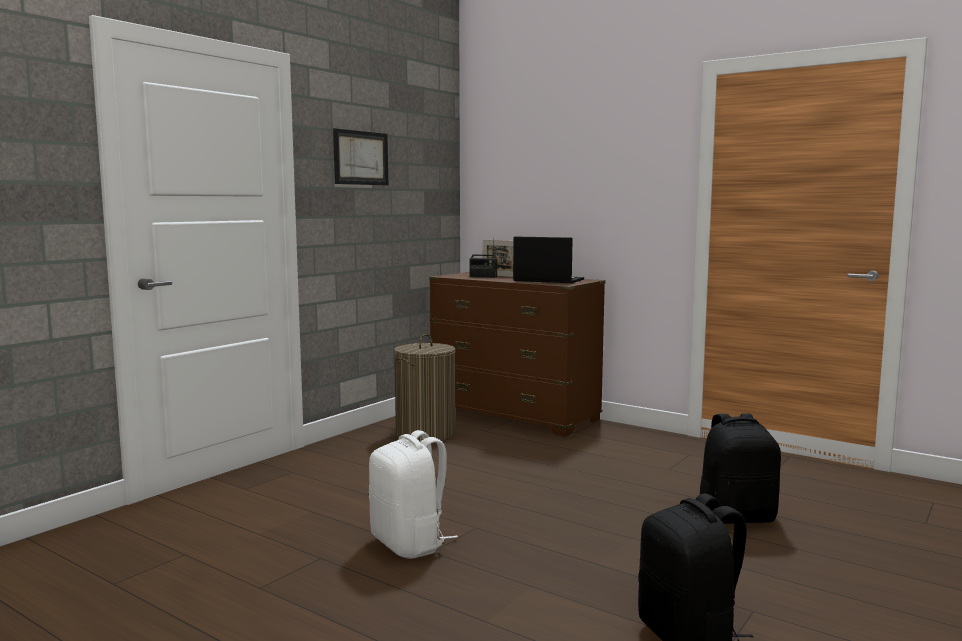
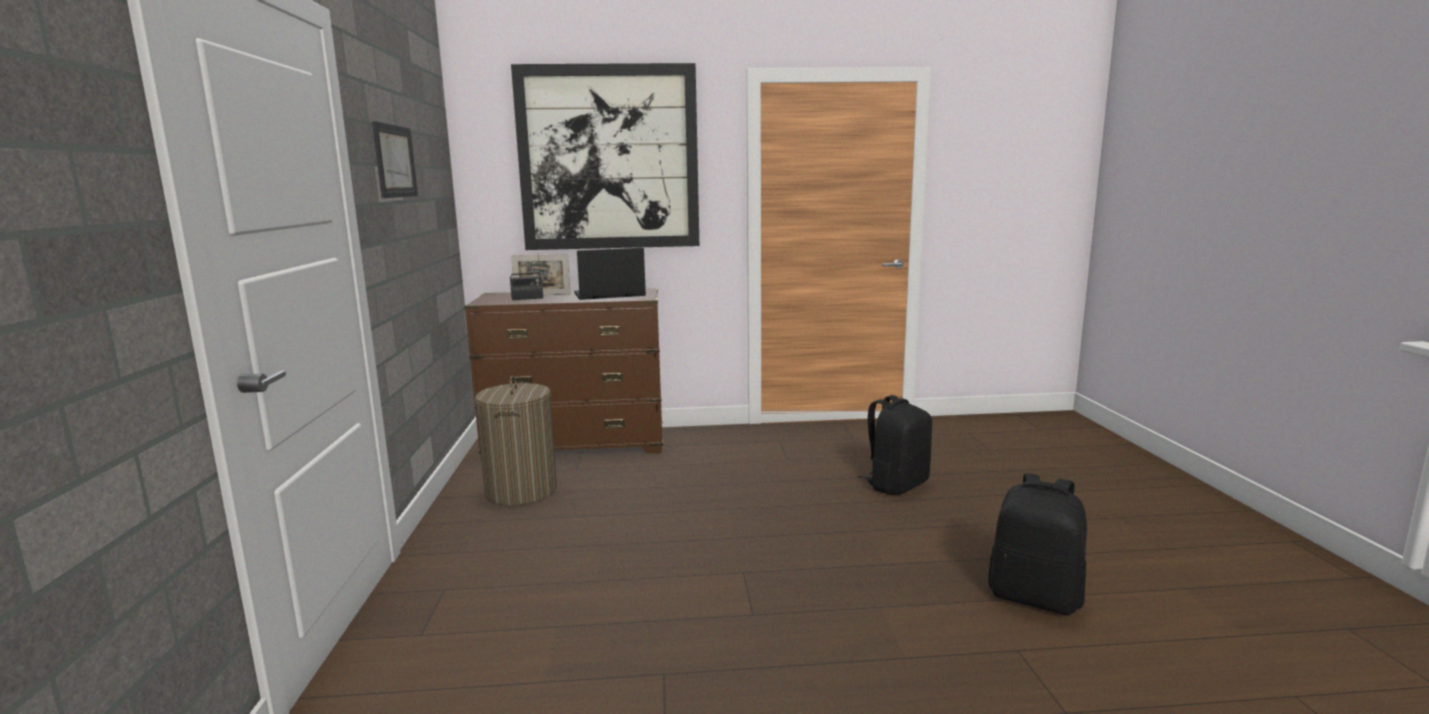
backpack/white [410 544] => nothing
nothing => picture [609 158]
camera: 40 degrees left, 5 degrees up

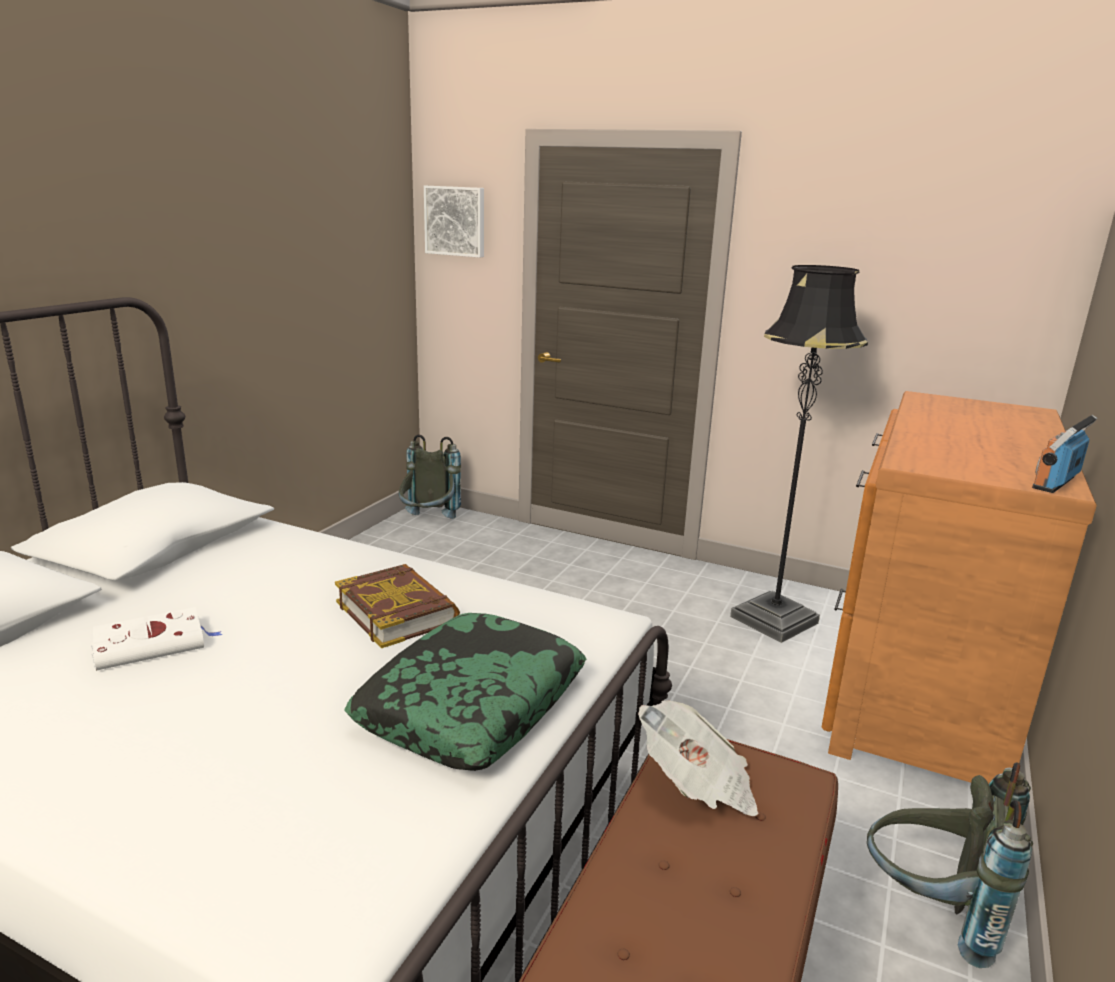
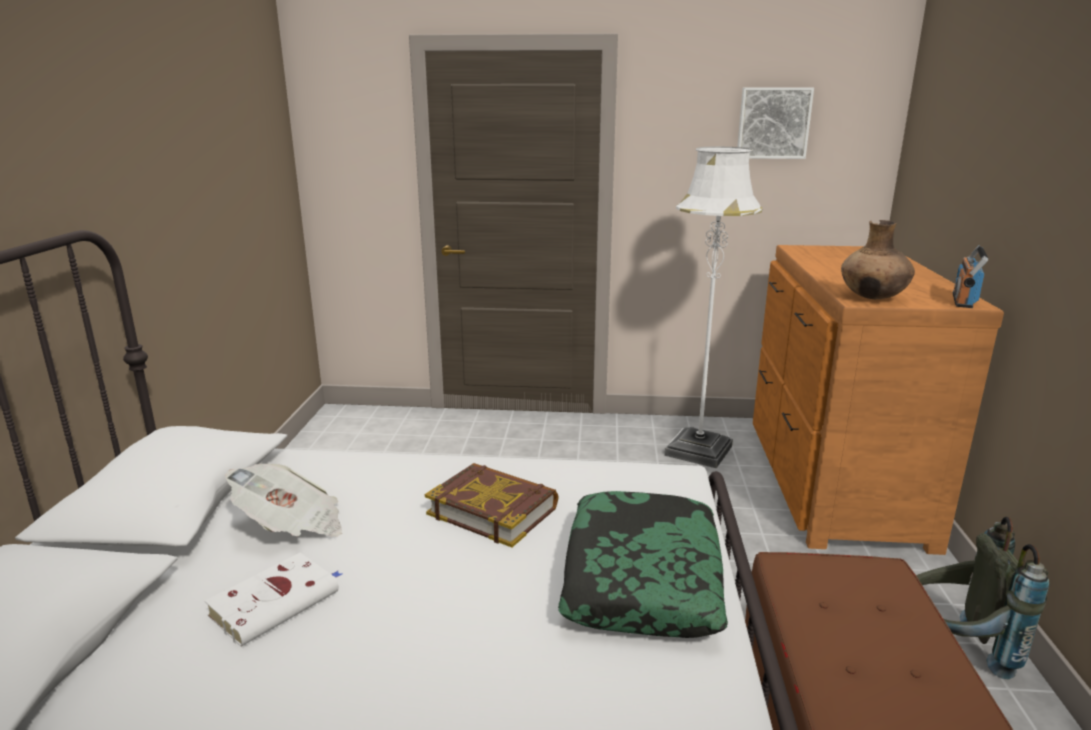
picture [455 221] => picture [773 123], move
floor lamp/black [774 620] => floor lamp/white [698 451]
backpack/grey [428 523] => nothing
newspaper [697 785] => newspaper [292 526], move
nothing => vase/brown [873 298]
camera: 20 degrees left, 0 degrees up

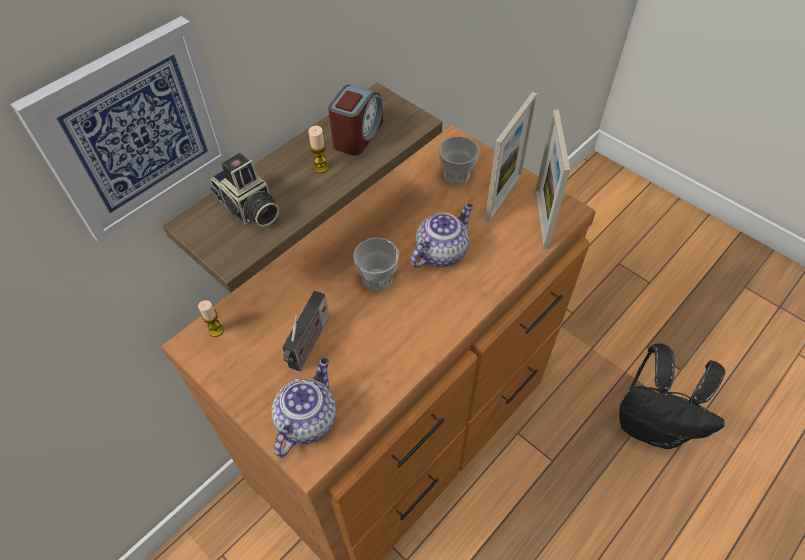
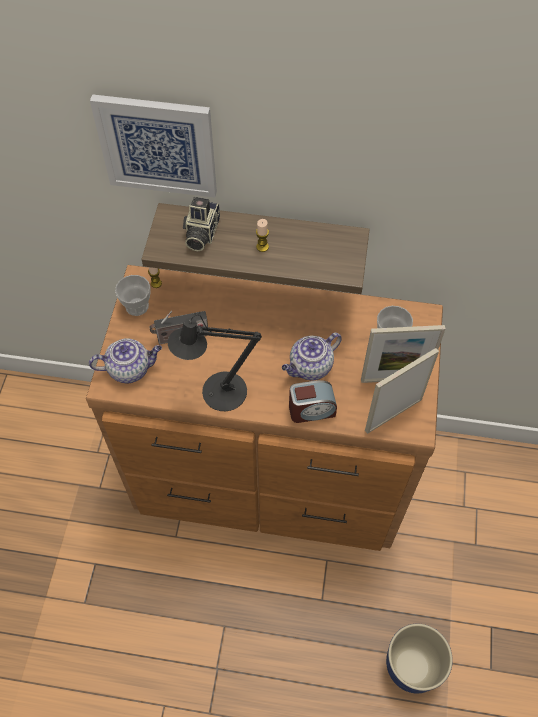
alarm clock [357 135] => alarm clock [311 410], move
teapot [441 251] => teapot [310 367], 135 degrees clockwise
cup [377 279] => cup [137 306], move
backpack/black [651 426] => planter [412 667]
nothing => table lamp/black [217 393]
camera: 55 degrees right, 5 degrees up

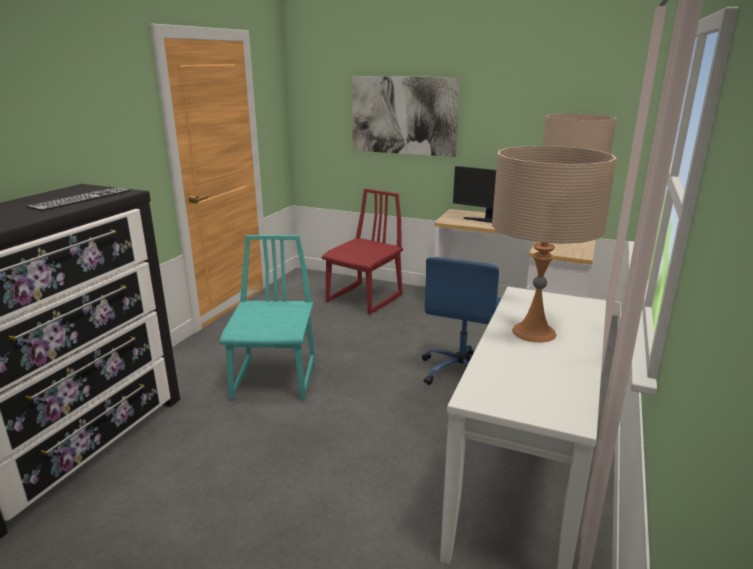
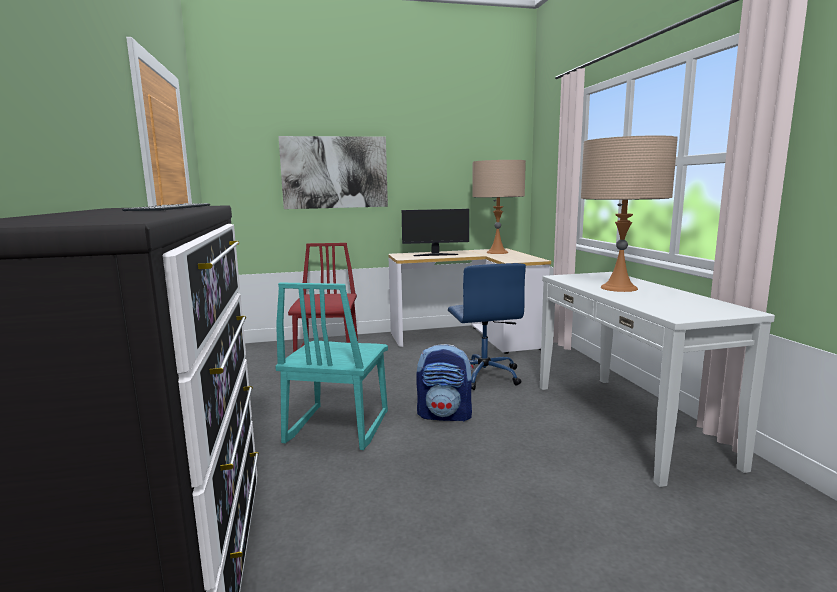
chair/turquoise [276 379] => chair/turquoise [336 427], 135 degrees counterclockwise
nothing => backpack [445 415]
camera: 35 degrees left, 10 degrees down

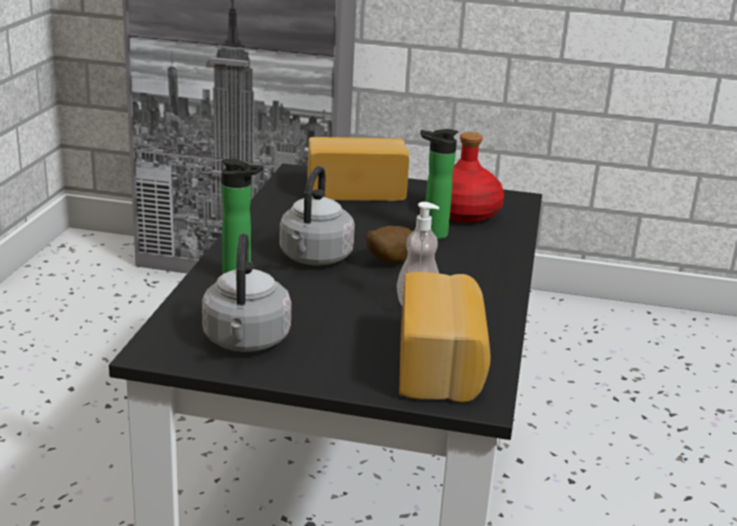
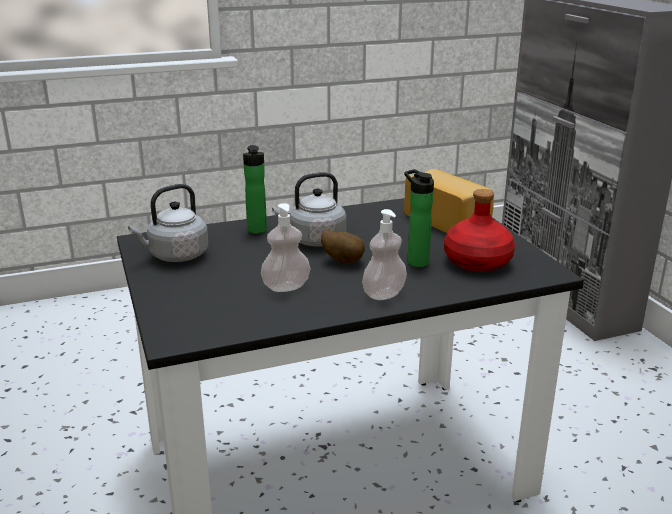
bread [441 365] => nothing
nothing => soap dispenser [384 294]
camera: 60 degrees right, 0 degrees up

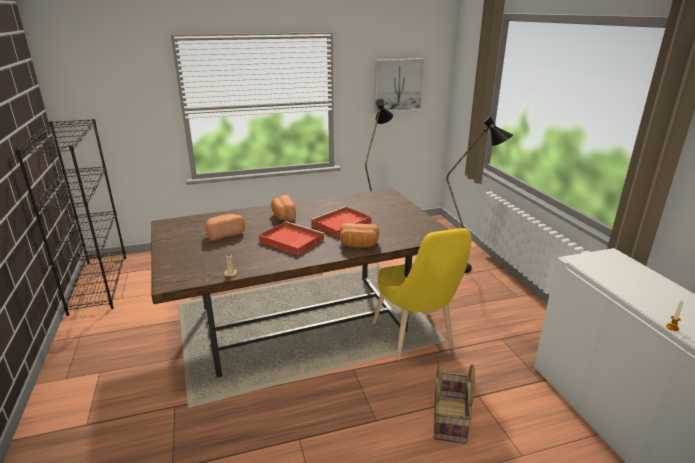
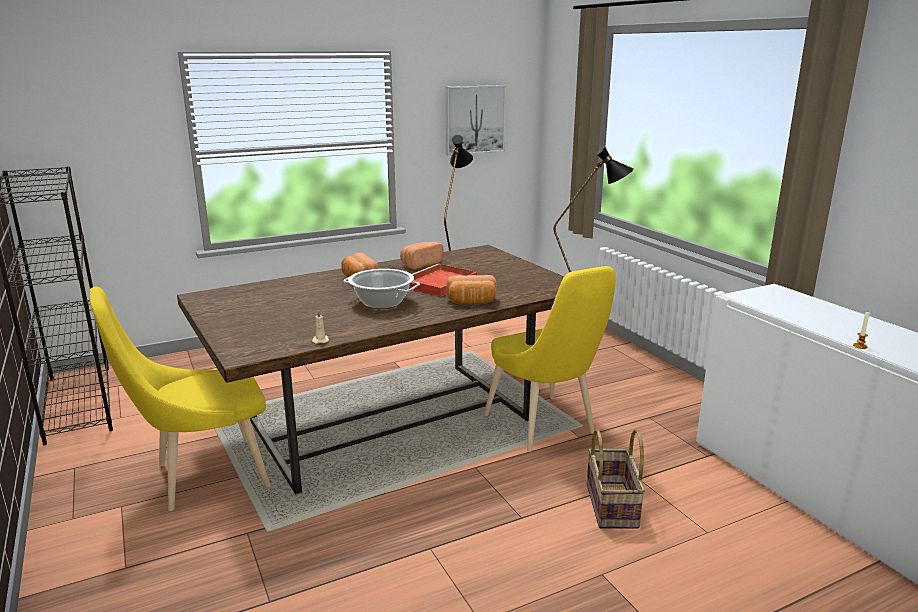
bread [224 234] => bread [420 264], move
tray/red [290 240] => cooking pot [381 303]
nothing => chair/yellow [203 477]
camera: 10 degrees left, 5 degrees down

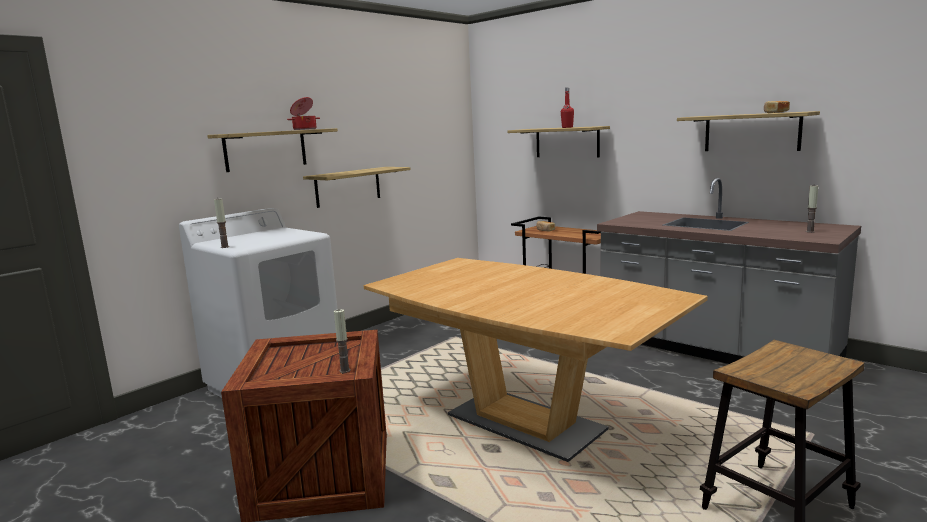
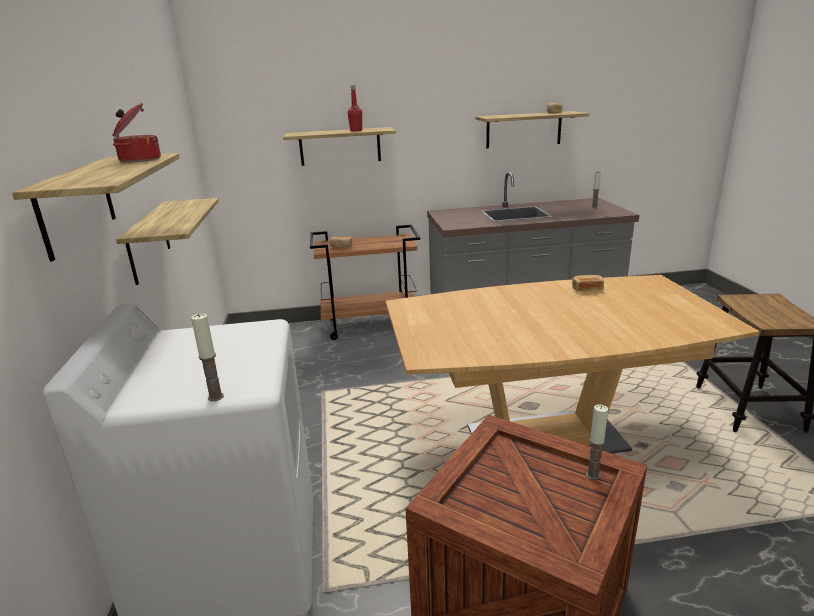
nothing => bread [587 289]
camera: 50 degrees left, 10 degrees up

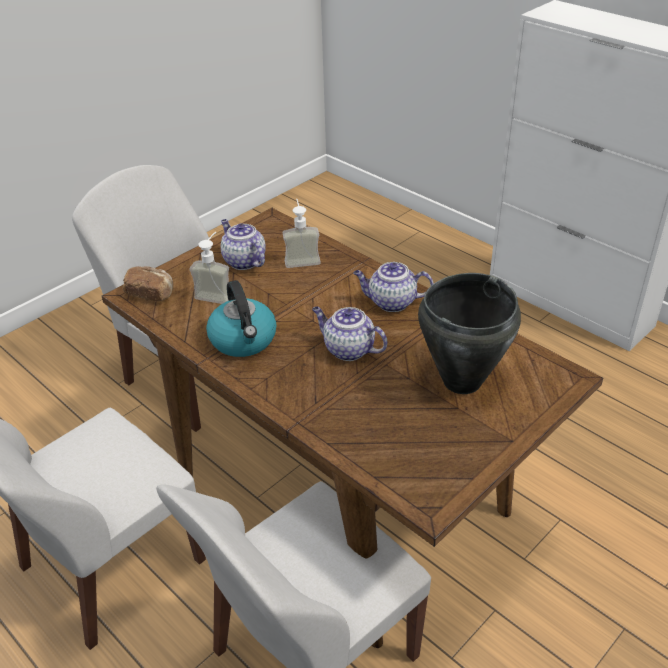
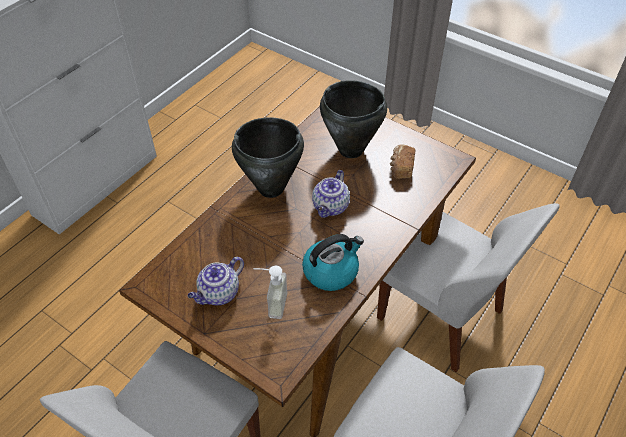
soap dispenser [301 259] => nothing
teapot [391 302] => cooking pot/black [271 188]
bread [150 293] => bread [401 168], move
camera: 100 degrees left, 10 degrees up

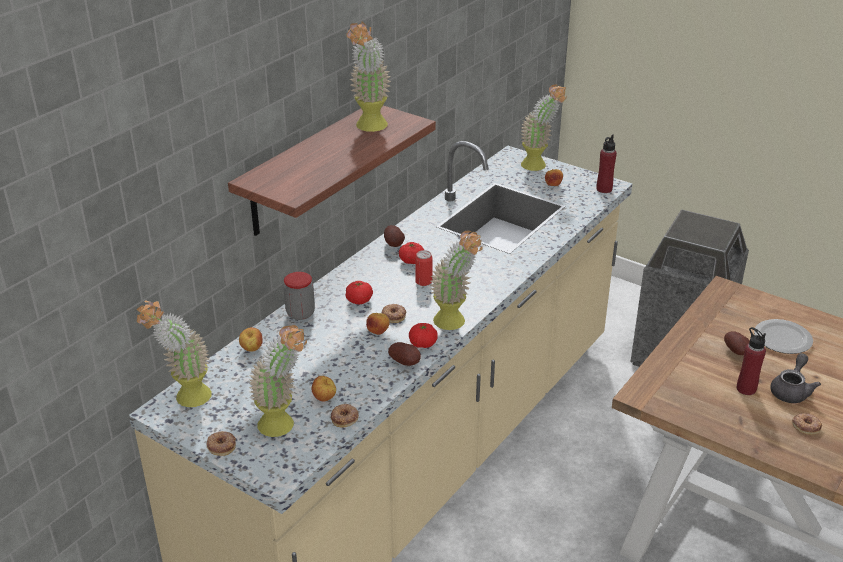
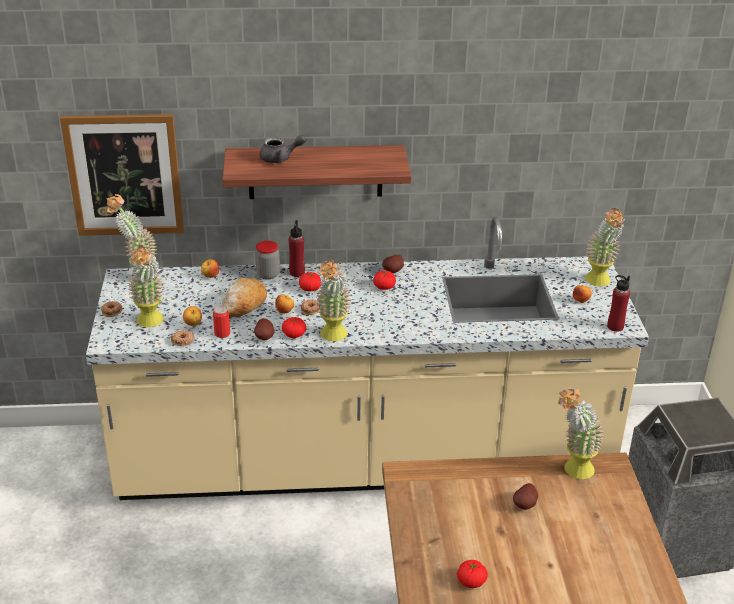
potted plant [369 128] => potted plant [572 471], move
can [423 281] => can [222 334], move
plate [783 339] => nothing
bottle/red [746 388] => bottle/red [297 272], move
teapot/grey [791 390] => teapot/grey [280 158], move
donut [806 426] => tomato [471 581]
nothing => picture [124 175]
nothing => bread [244 305]
camera: 50 degrees right, 0 degrees up

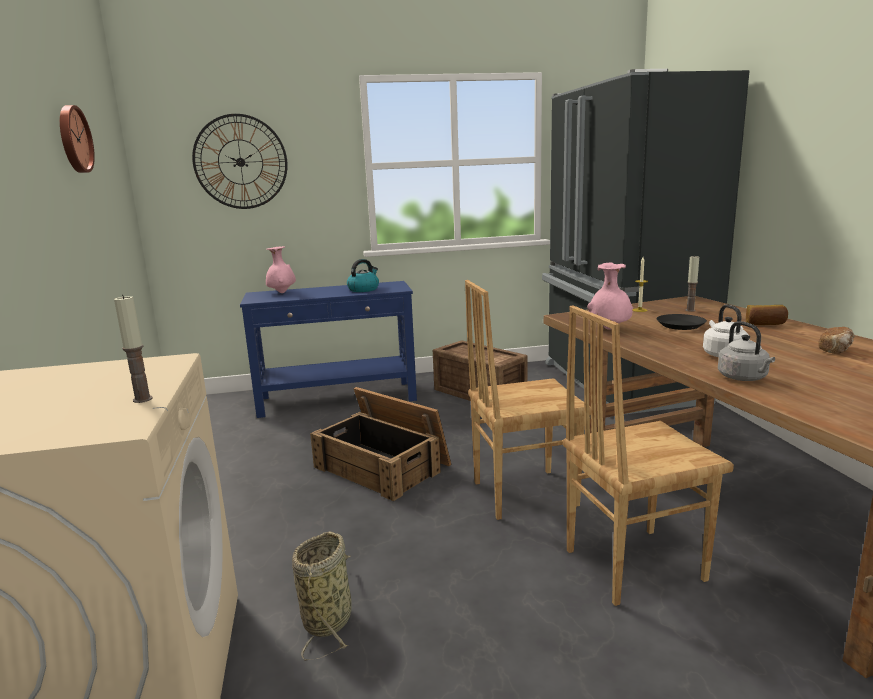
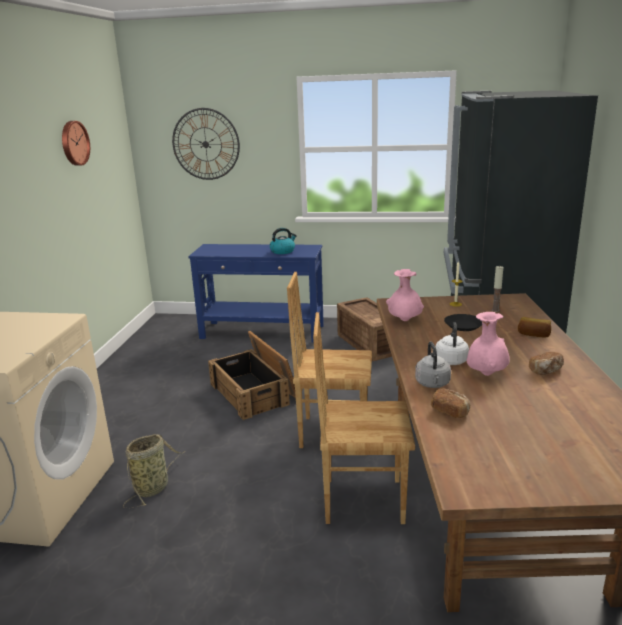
vase/pink [282 293] => vase/pink [486 374], move
candle [142 399] => nothing
nothing => bread [450 411]
camera: 20 degrees right, 5 degrees up

